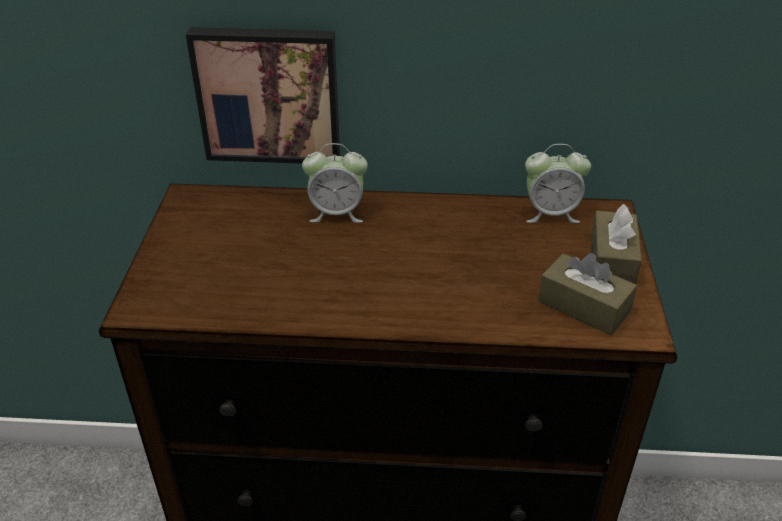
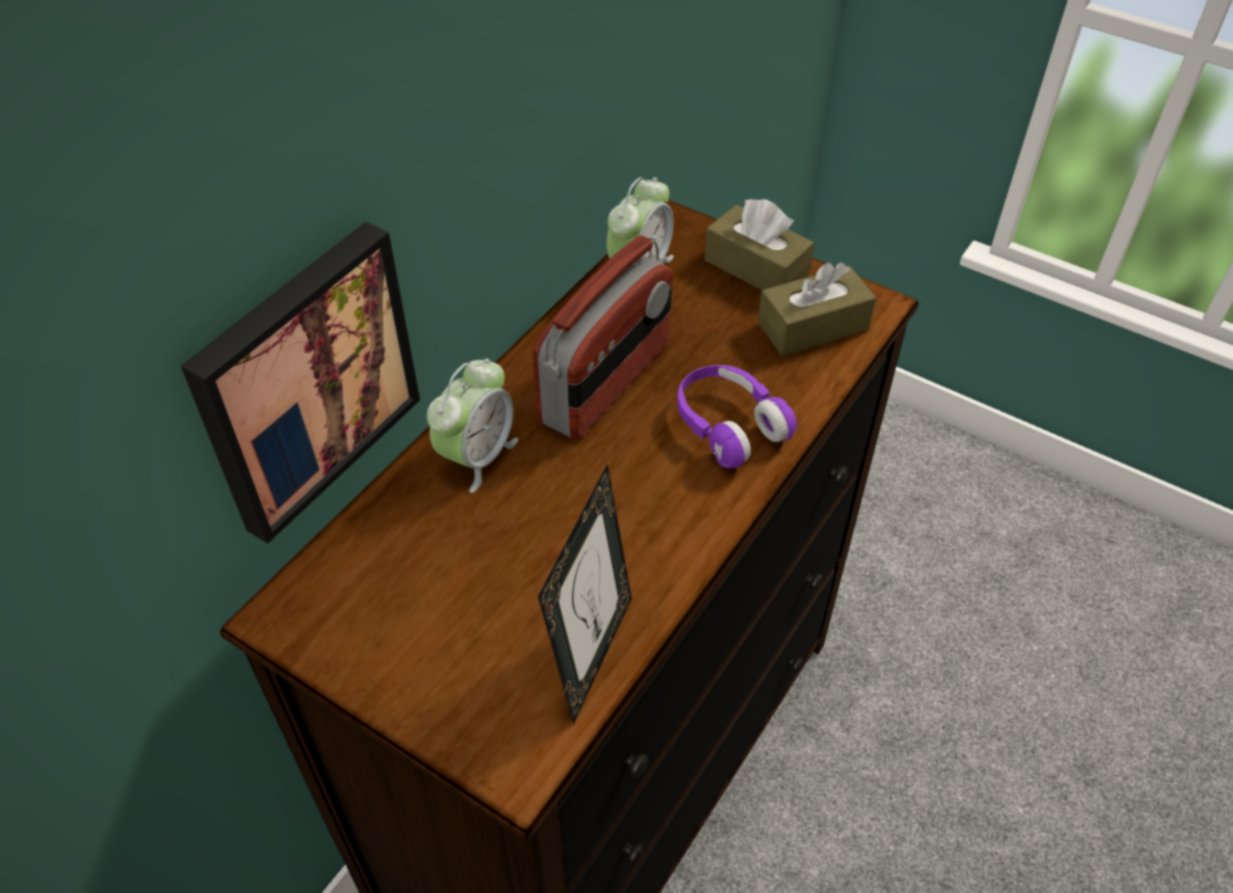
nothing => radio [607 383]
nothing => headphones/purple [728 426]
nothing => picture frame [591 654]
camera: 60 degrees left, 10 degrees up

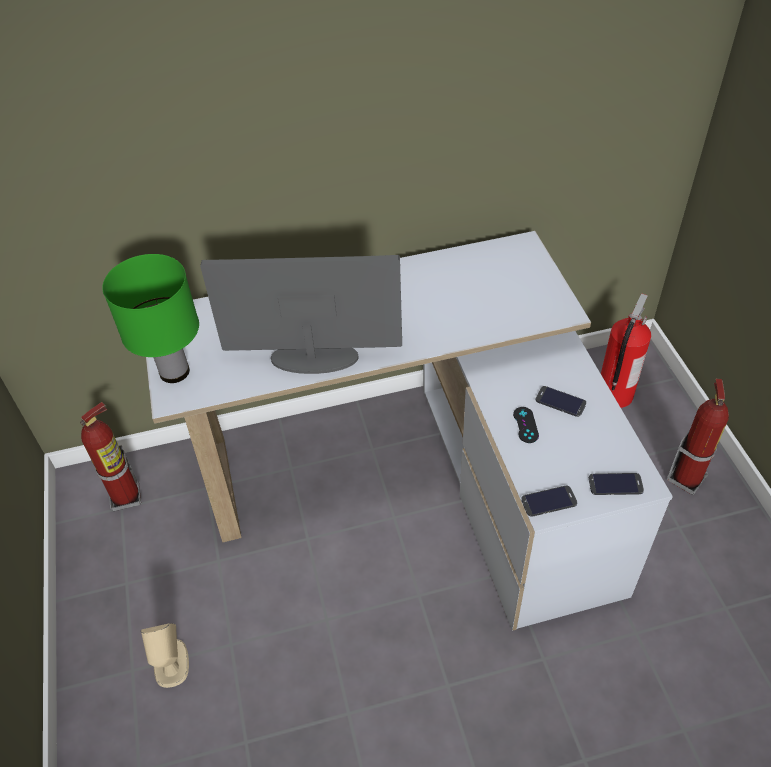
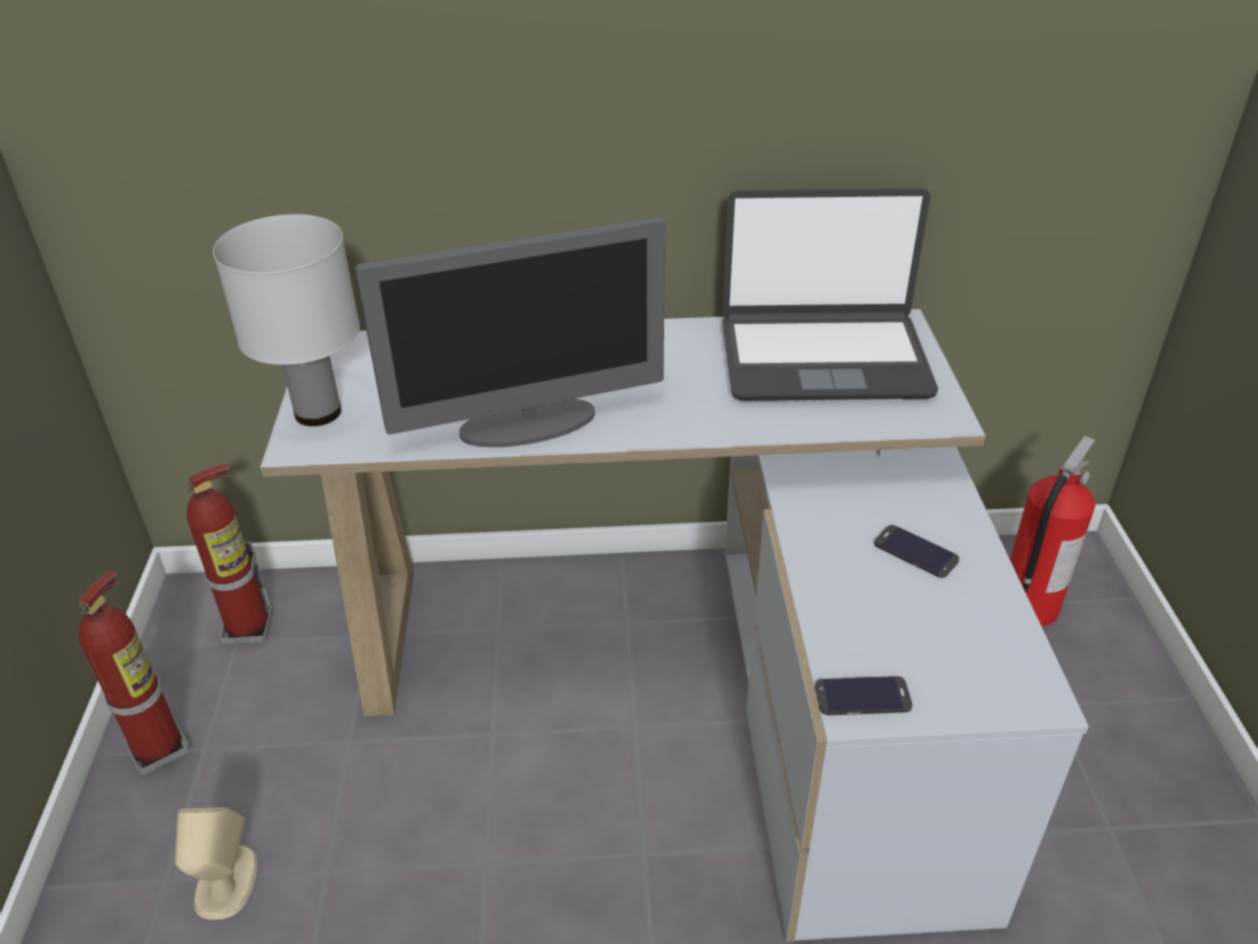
table lamp/green [174 372] => table lamp/white [318 413]
monitor [313 358] => monitor [529 424], 150 degrees clockwise
fire extinguisher [687 478] => fire extinguisher [160 748], move
game controller/black [525 425] => nothing
phone [615 484] => nothing
nothing => laptop [823 358]
camera: 10 degrees right, 10 degrees down

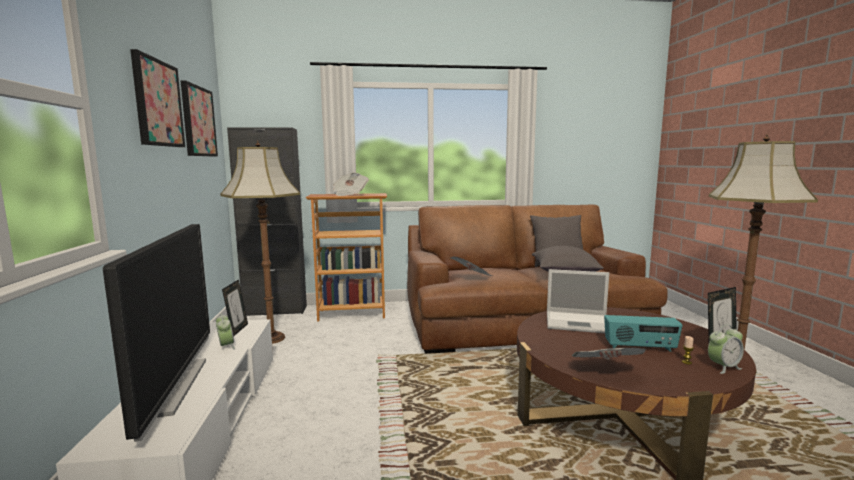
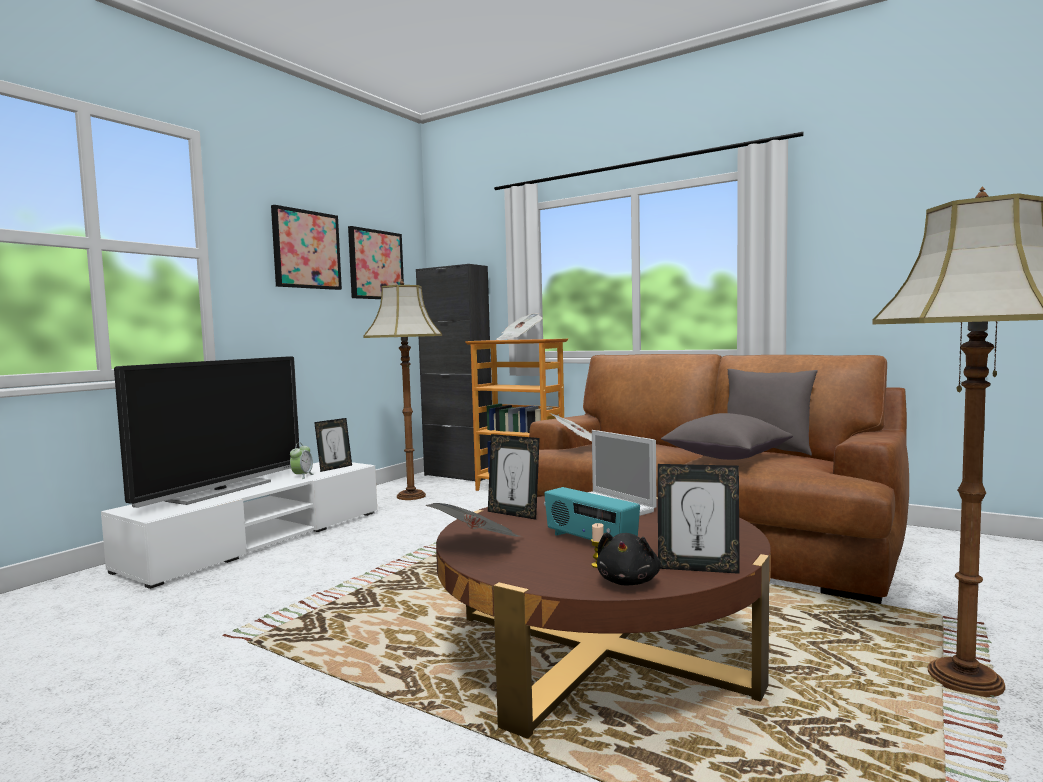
alarm clock [723 367] => plush toy/black [628 581]
nothing => picture frame [514 514]
camera: 40 degrees right, 5 degrees down

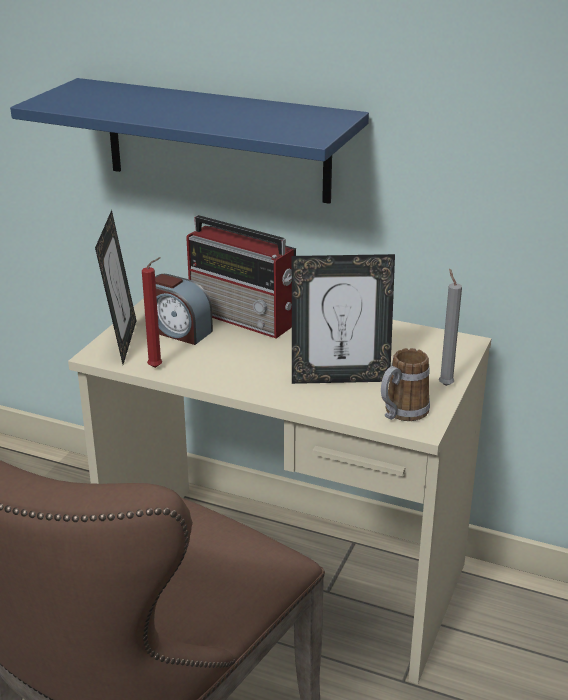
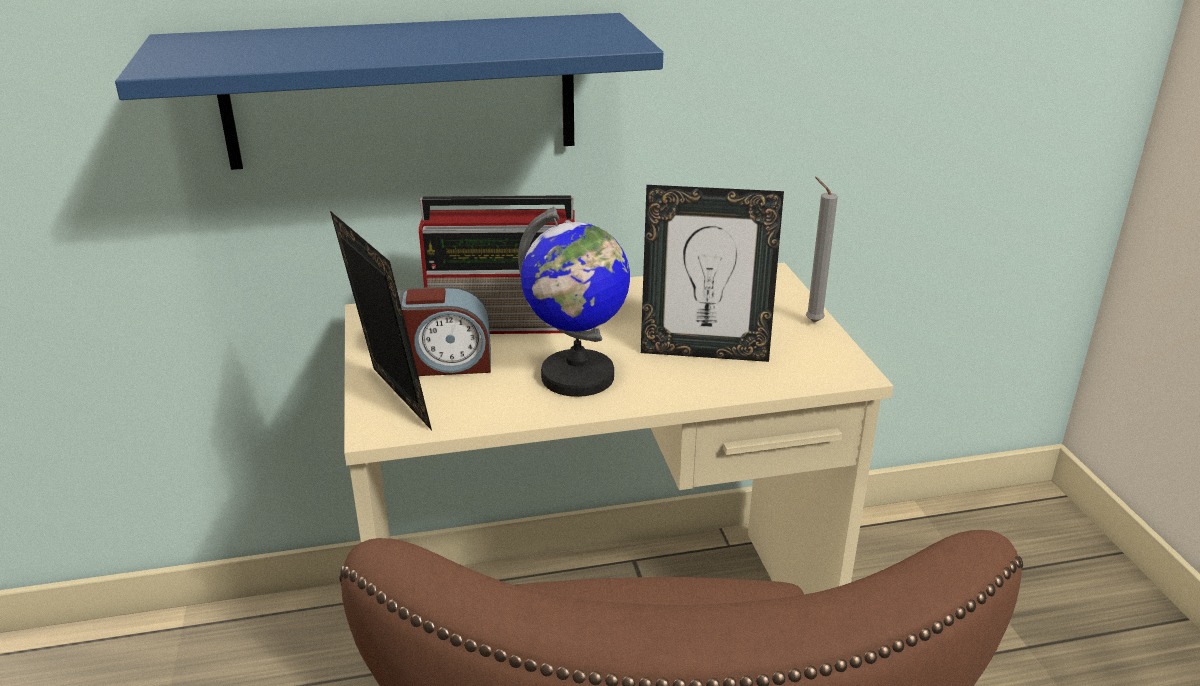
picture frame [340 378] => picture frame [704 352], 45 degrees clockwise
candle/red [157 367] => nothing
mug [401 414] => nothing
nothing => globe [577 377]
camera: 35 degrees left, 0 degrees up

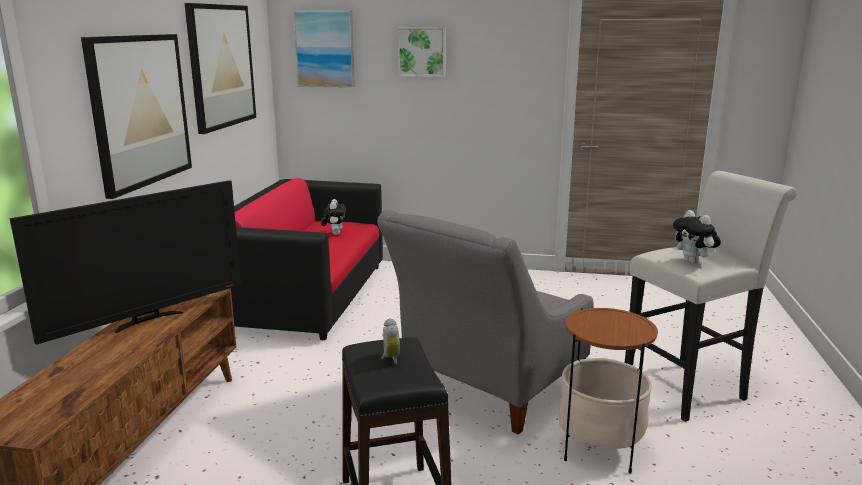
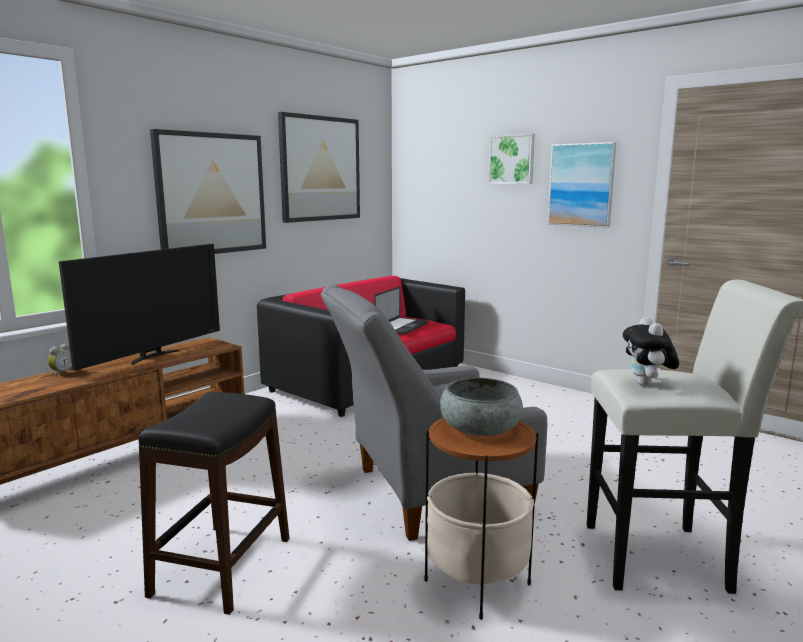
picture [325 49] => picture [581 185], move
television [147 320] => television [153 356], 45 degrees counterclockwise
plush toy [334 234] => laptop [402 327]
alarm clock [389 359] => alarm clock [61 373], move
nothing => bowl/grey [480 426]
camera: 30 degrees right, 5 degrees down

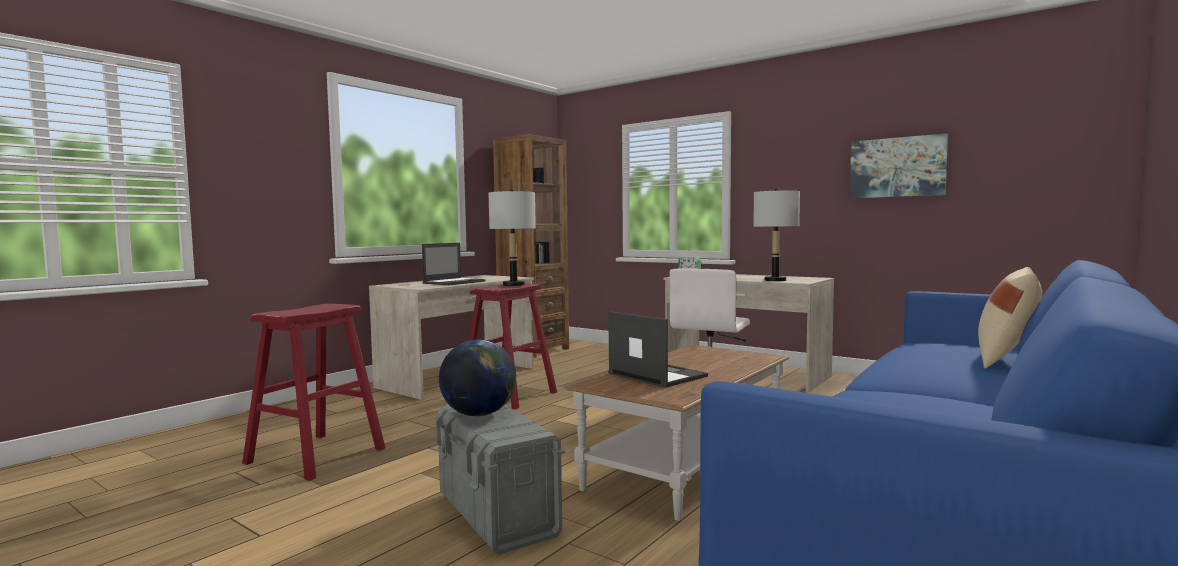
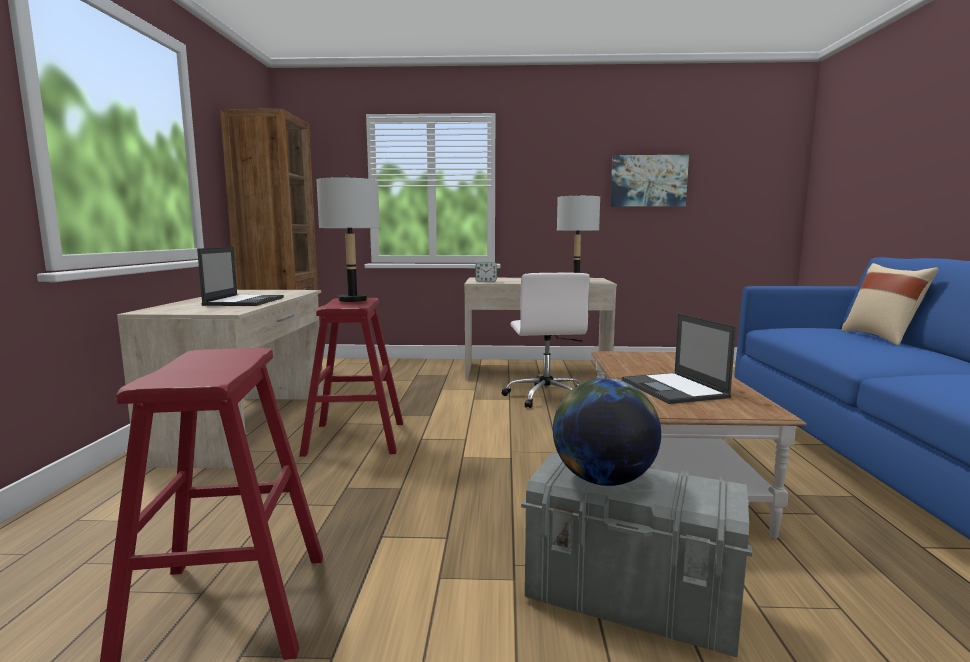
laptop [656 375] => laptop [674 389], 120 degrees counterclockwise
camera: 35 degrees left, 5 degrees up

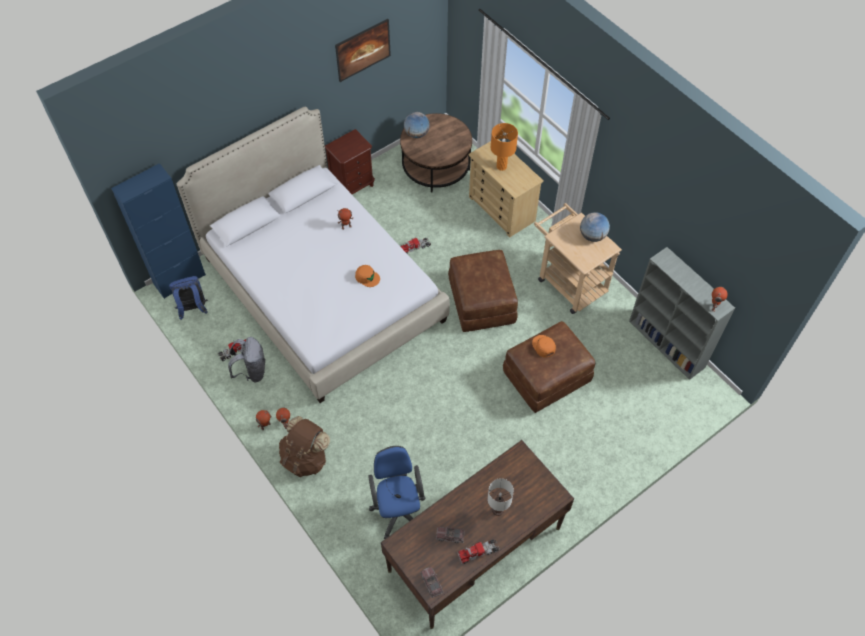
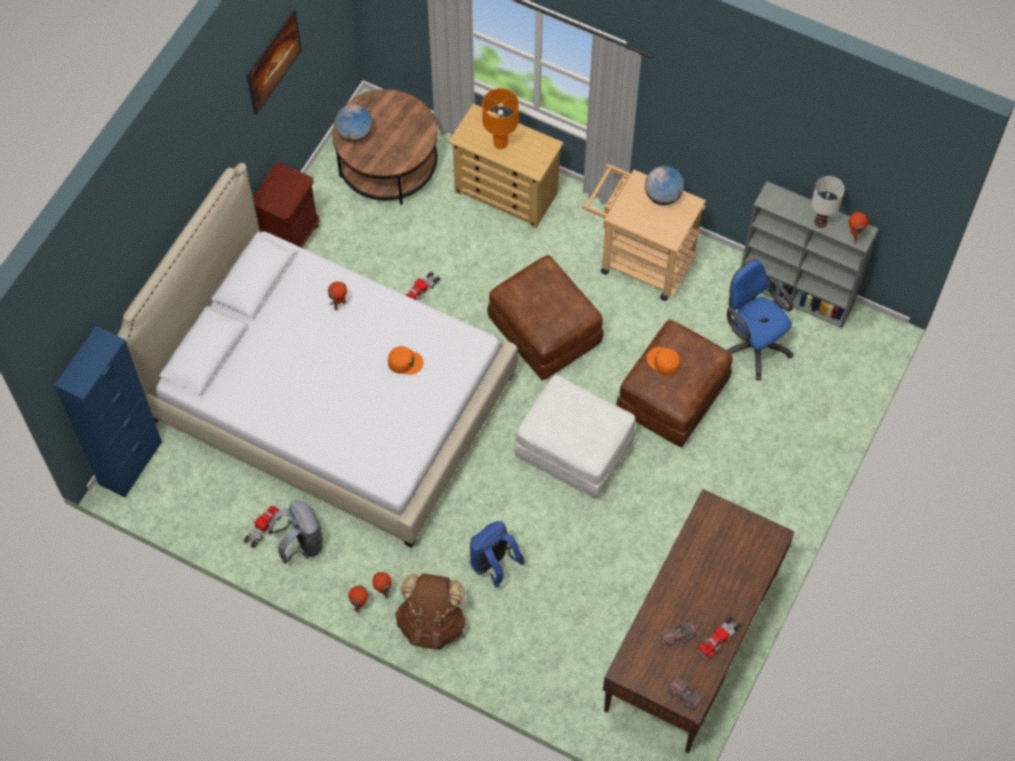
backpack/blue [193 309] => backpack/blue [493 565], move
office chair/blue [398 509] => office chair/blue [752 344], move
table lamp/white [498 510] => table lamp/white [821 222], move
nothing => ottoman/white [573 449]
camera: 25 degrees left, 5 degrees up

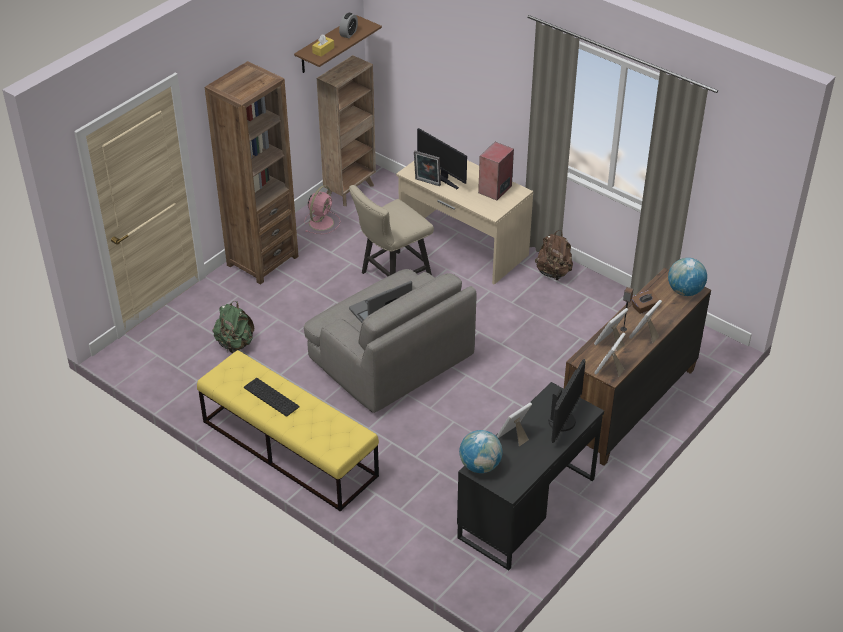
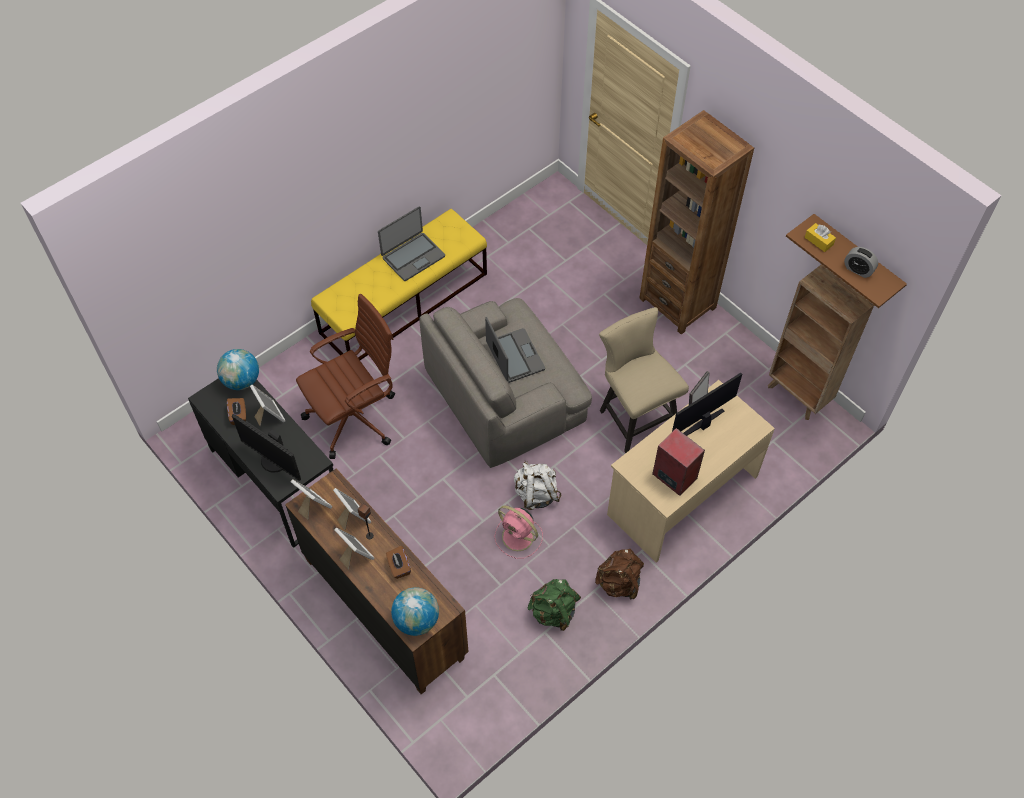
fan/pink [322 222] => fan/pink [519 537], move
backpack/green [235 344] => backpack/green [553 612], move
keyboard [270 397] => laptop [413 256]
nothing => office chair/brown [355 417]
nothing => tissue box/brown [238 415]
nothing => backpack/white [536 494]
camera: 100 degrees right, 15 degrees up

